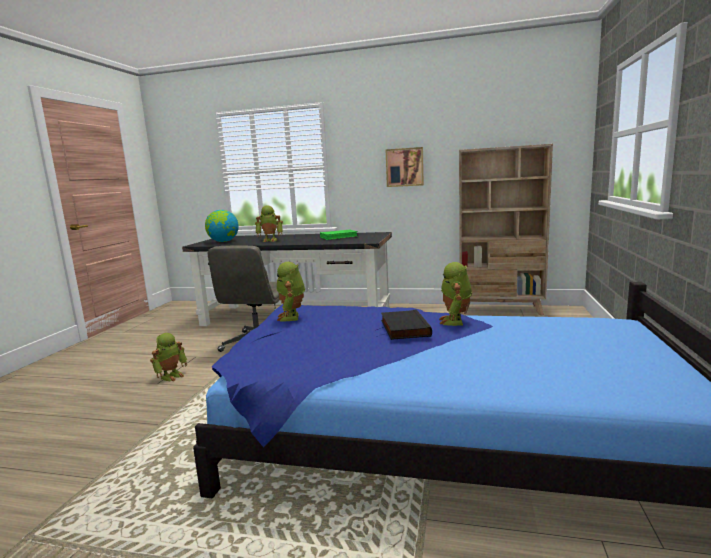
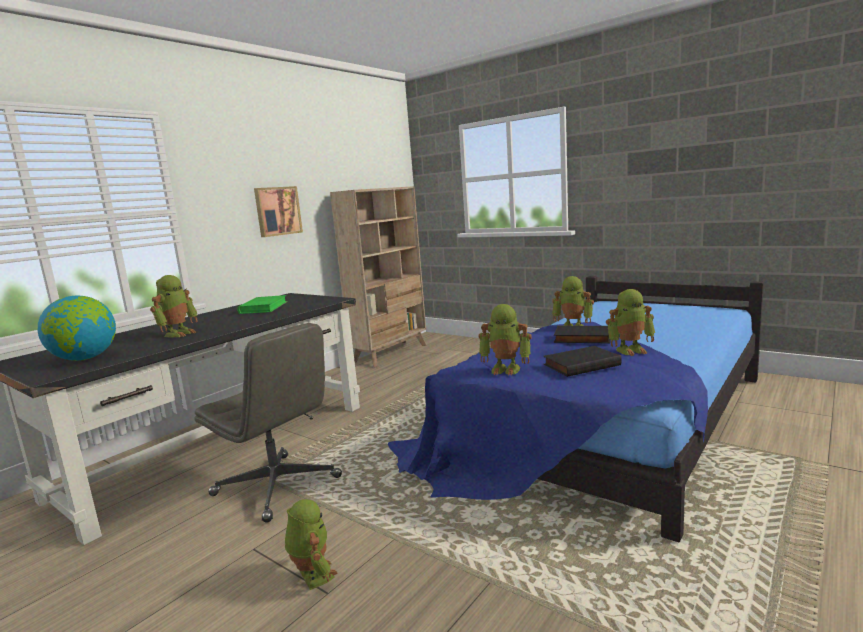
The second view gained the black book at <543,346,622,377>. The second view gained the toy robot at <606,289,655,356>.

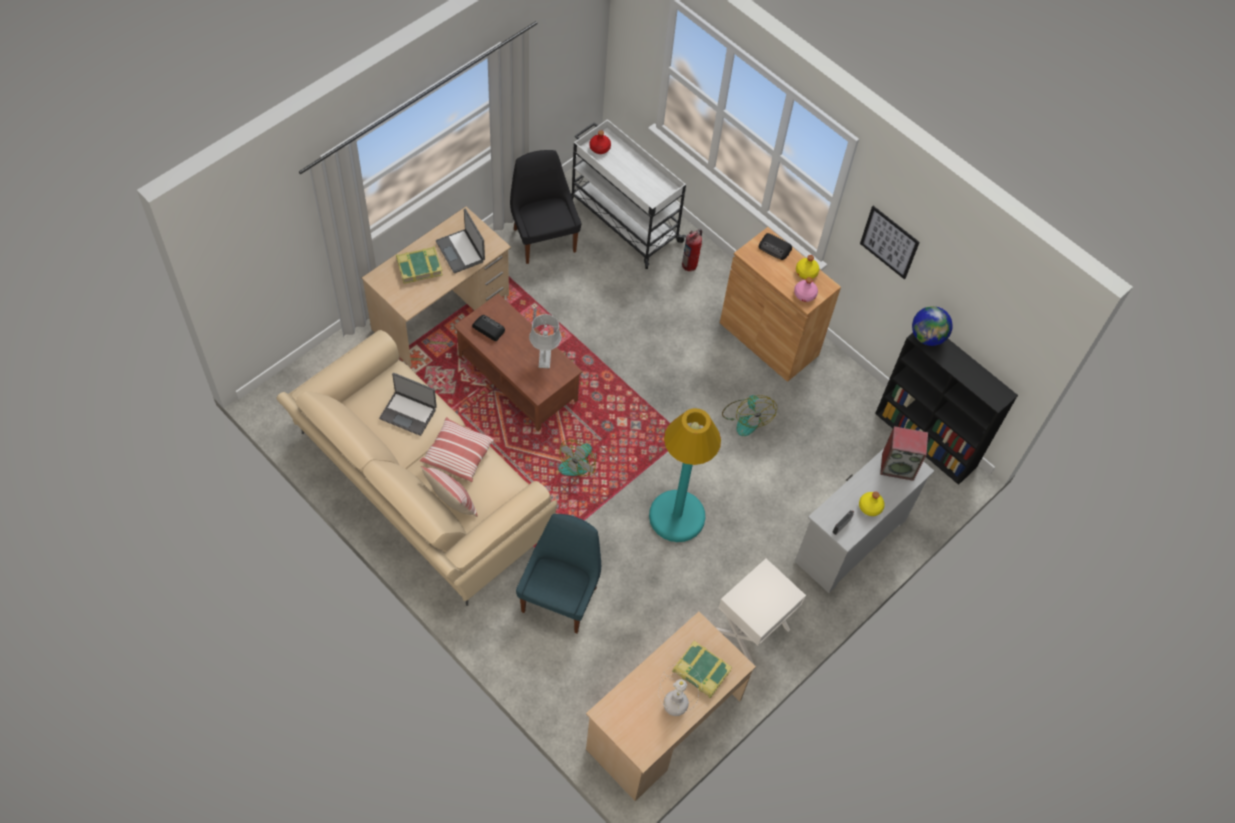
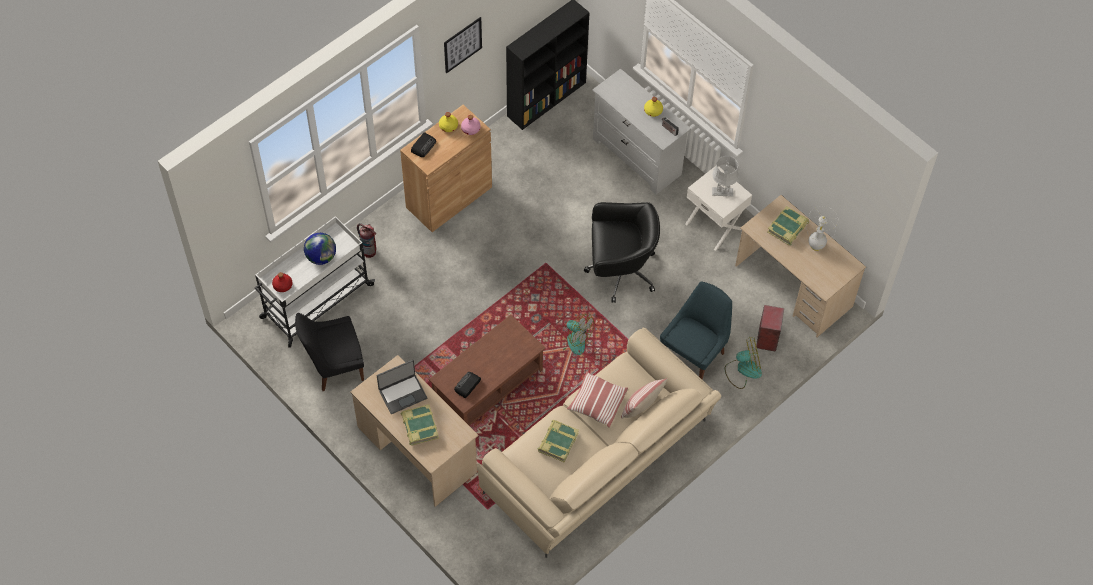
The grey table lamp ended up elsewhere, having gone from <529,314,562,368> to <712,156,739,197>. The fan ended up elsewhere, having gone from <722,395,777,436> to <725,337,762,389>. The speaker ended up elsewhere, having gone from <880,426,928,481> to <756,305,784,352>. The globe ended up elsewhere, having gone from <912,306,953,346> to <304,233,336,265>. Where the laptop stood at <379,373,437,436>, the book came to stand at <538,420,579,462>. Where the turquoise floor lamp stood at <649,408,721,542>, the black office chair came to stand at <584,202,660,303>. The blue chair at <516,514,601,633> ended up facing another way, 105 degrees clockwise from before.

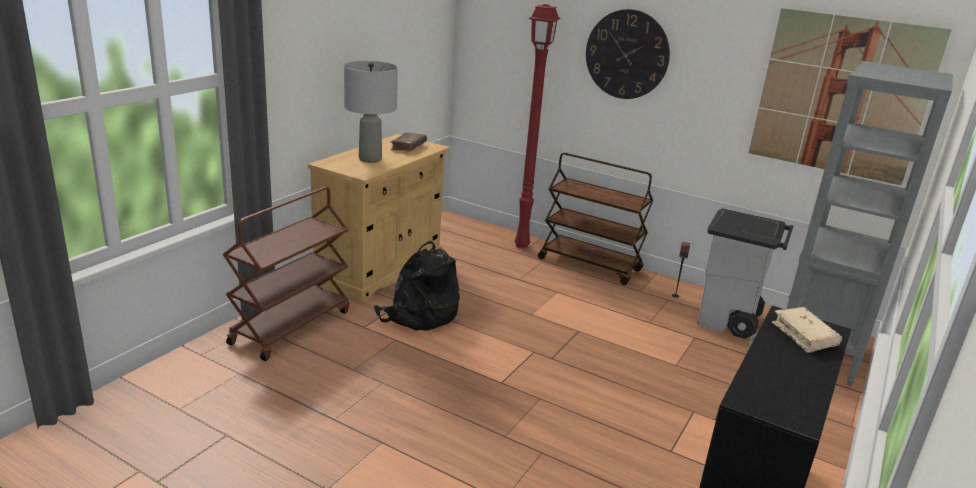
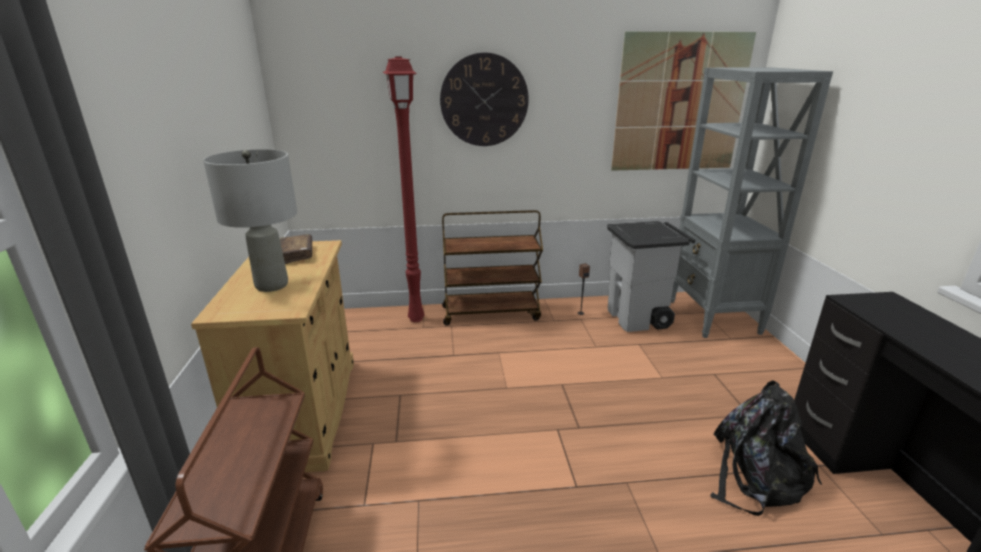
The second view lost the beige book at <772,307,842,353>. The black backpack ended up elsewhere, having gone from <374,241,460,331> to <710,380,822,516>.

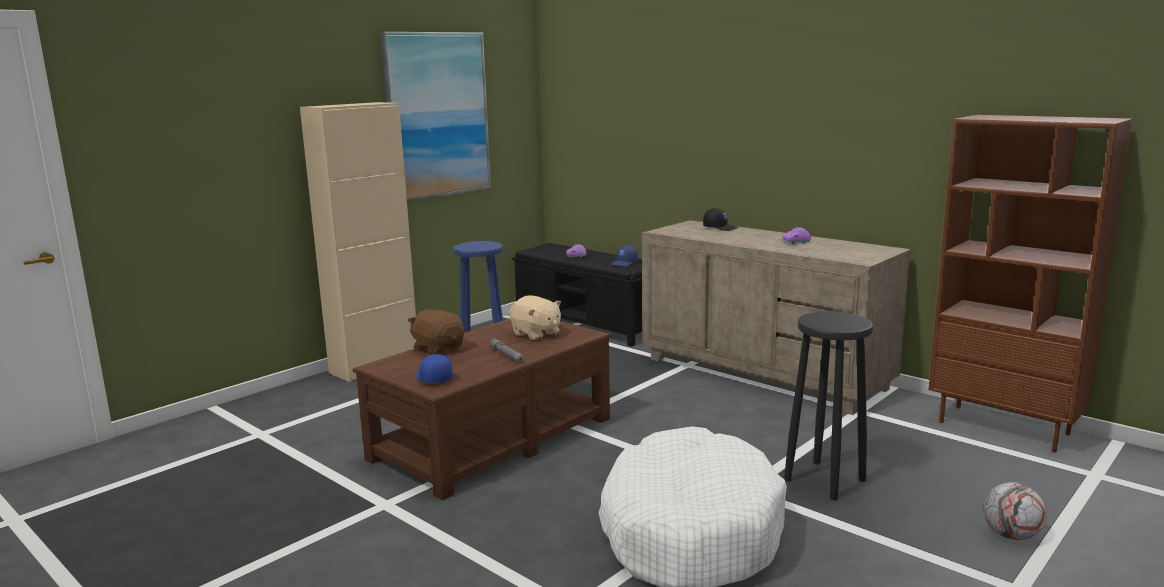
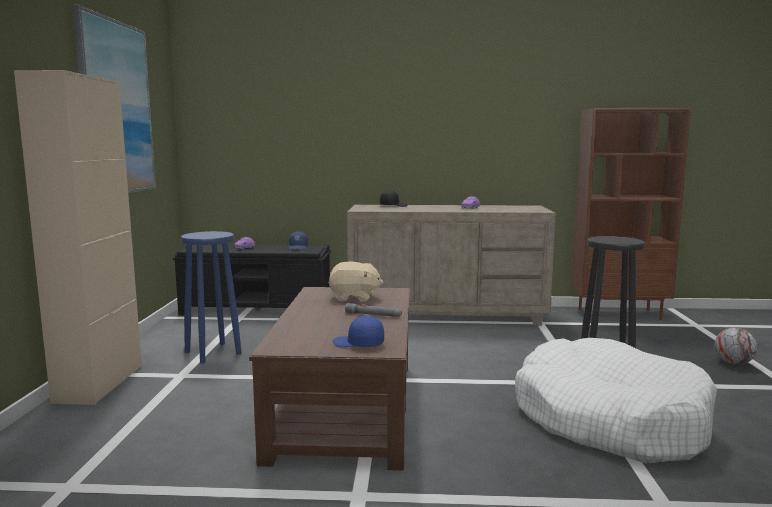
The second view lost the brown plush toy at <408,309,464,355>.

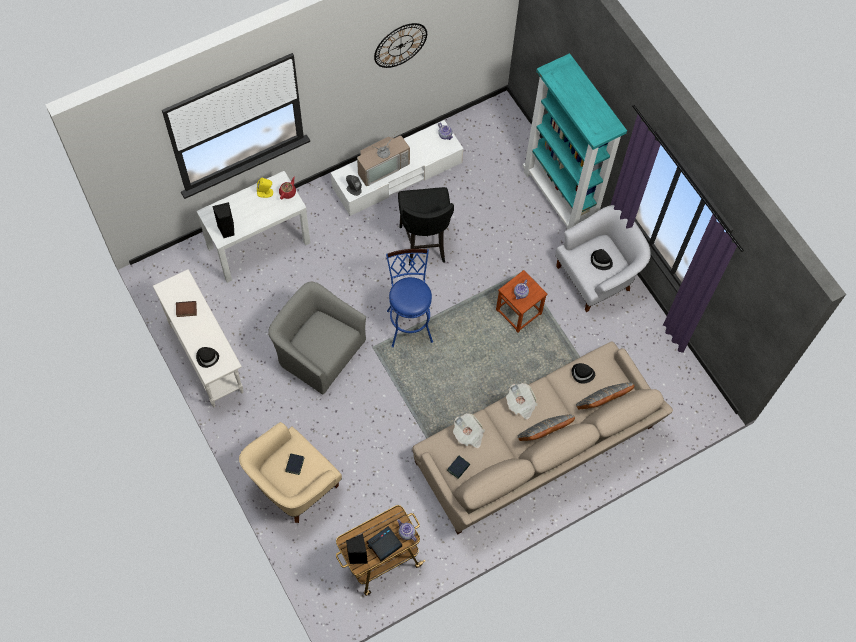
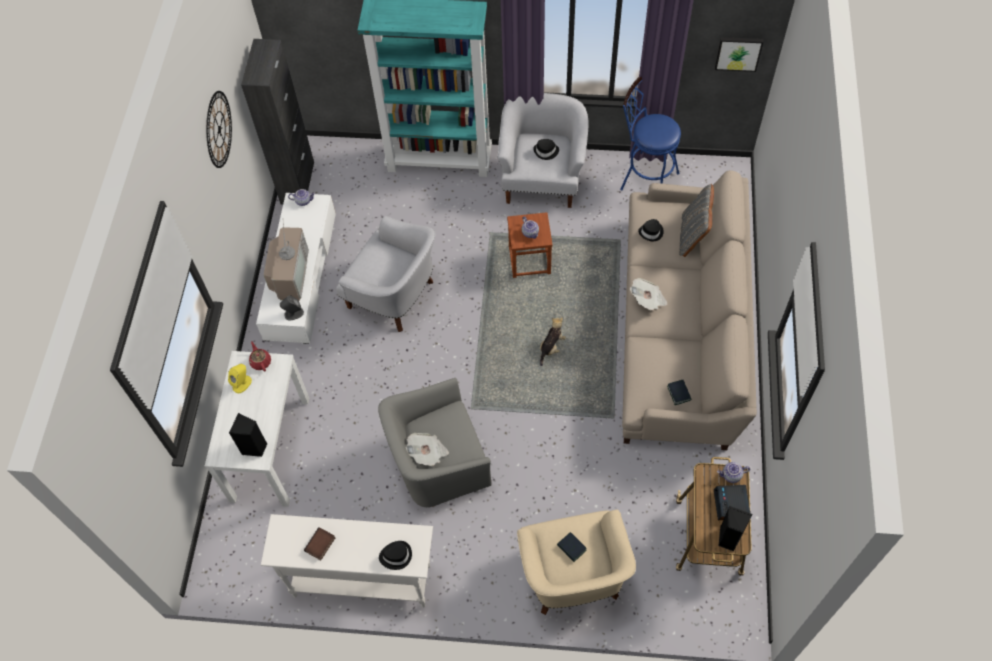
The second view lost the grey pillow at <518,414,575,441>. The second view gained the black cabinet at <241,39,314,205>. The second view gained the plush toy at <540,317,566,366>. The second view gained the picture at <715,37,763,72>. The blue stool ended up elsewhere, having gone from <386,249,433,347> to <620,77,681,190>. The newspaper ended up elsewhere, having gone from <453,413,485,448> to <406,433,449,466>. Where the black stool stood at <398,187,454,266>, the white armchair came to stand at <336,216,436,332>.

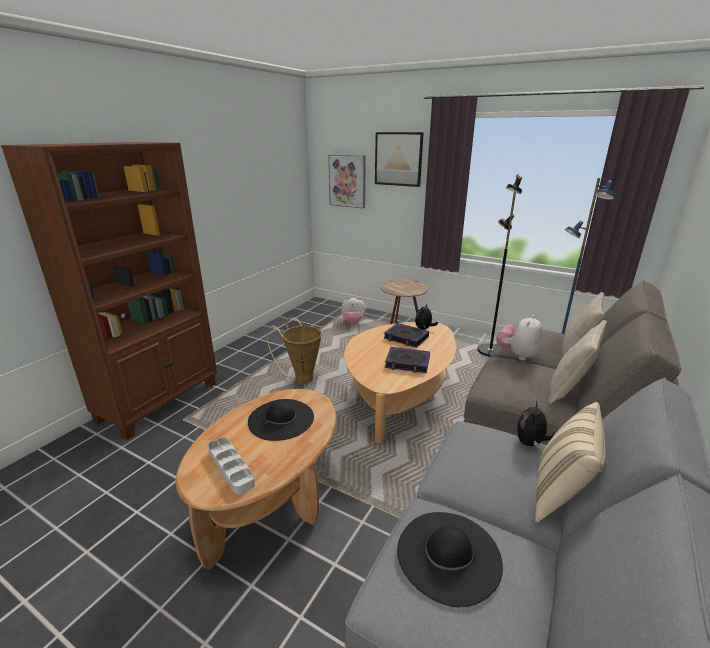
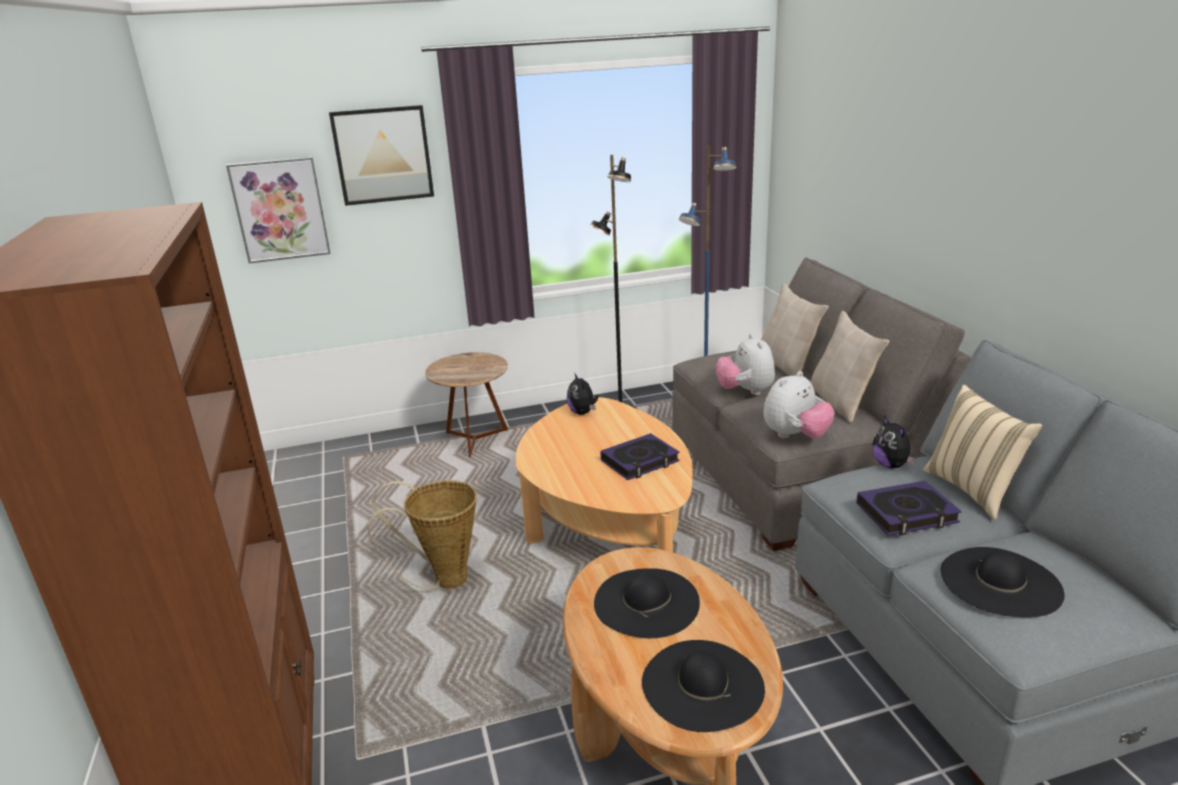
The plush toy ended up elsewhere, having gone from <341,297,366,324> to <763,371,835,438>. The book ended up elsewhere, having gone from <384,323,429,348> to <856,481,962,536>. Where the grey tray stood at <208,437,255,494>, the black hat came to stand at <642,640,765,732>.

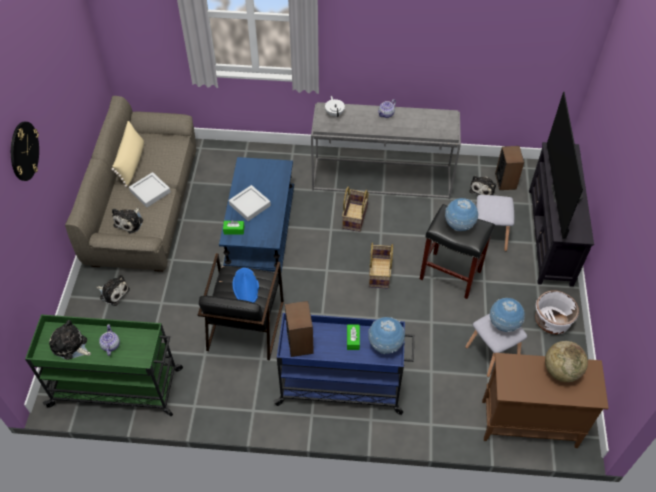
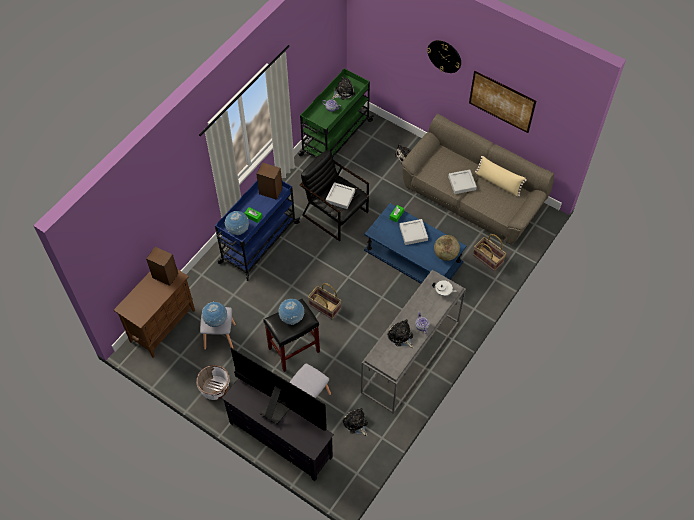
The second view gained the picture at <469,71,536,133>. The plush toy ended up elsewhere, having gone from <112,207,143,233> to <387,319,414,348>. The basket ended up elsewhere, having gone from <342,186,369,232> to <473,234,506,271>. The speaker ended up elsewhere, having gone from <495,146,524,190> to <146,247,178,286>. The globe ended up elsewhere, having gone from <545,341,588,382> to <434,235,460,261>. Where the blue hat stood at <232,268,259,303>, the grey tray came to stand at <326,182,355,209>.

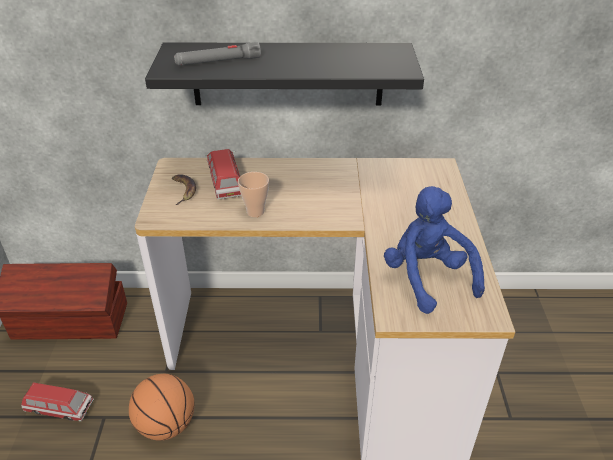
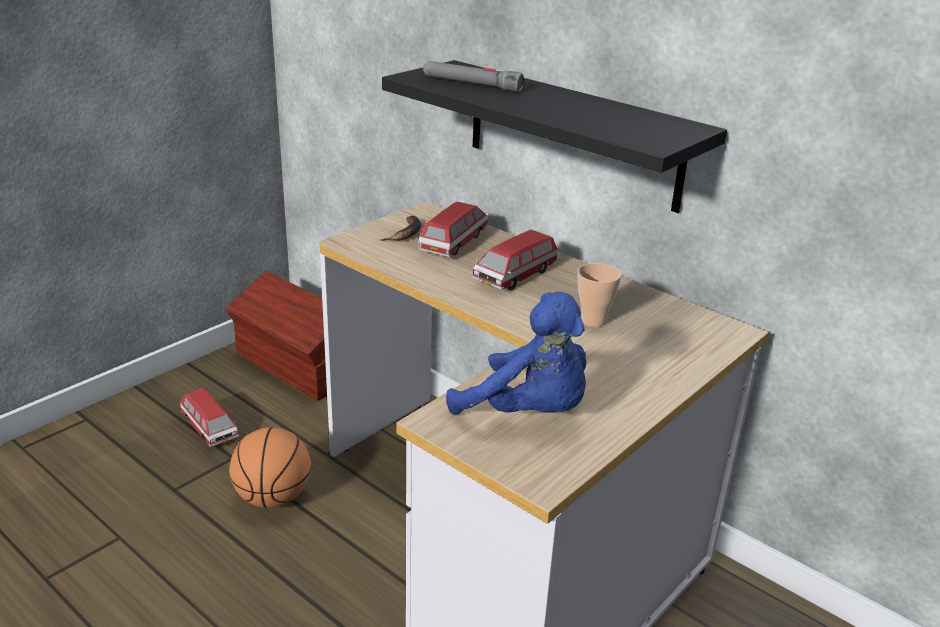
The second view gained the toy car at <471,229,558,290>. The cup ended up elsewhere, having gone from <238,172,269,217> to <577,263,621,327>. The blue plush toy at <384,186,485,314> ended up facing another way, 105 degrees clockwise from before.

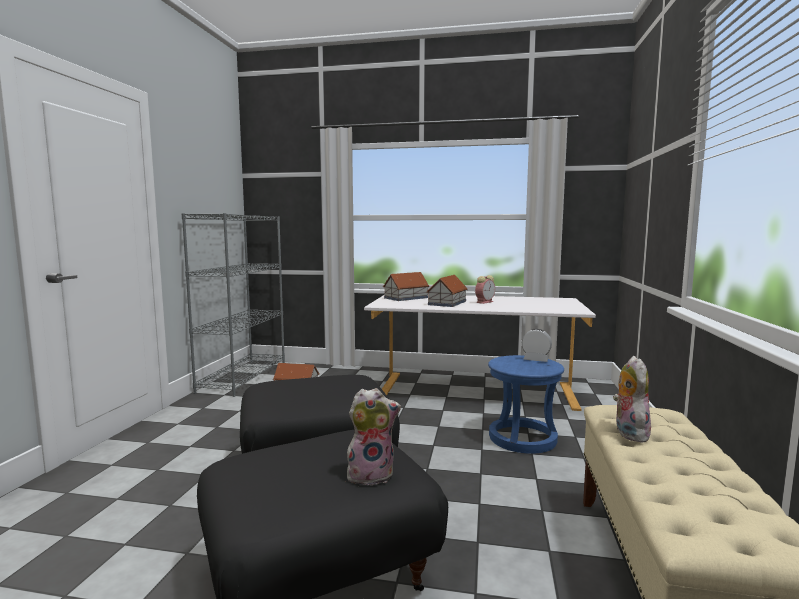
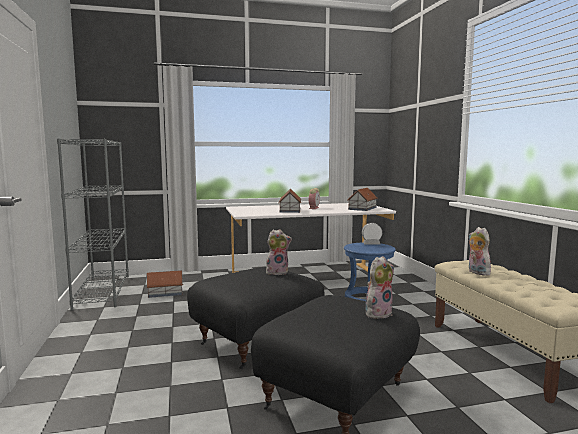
The second view gained the plush toy at <266,229,292,275>. The toy house ended up elsewhere, having gone from <383,272,429,301> to <347,188,377,211>.

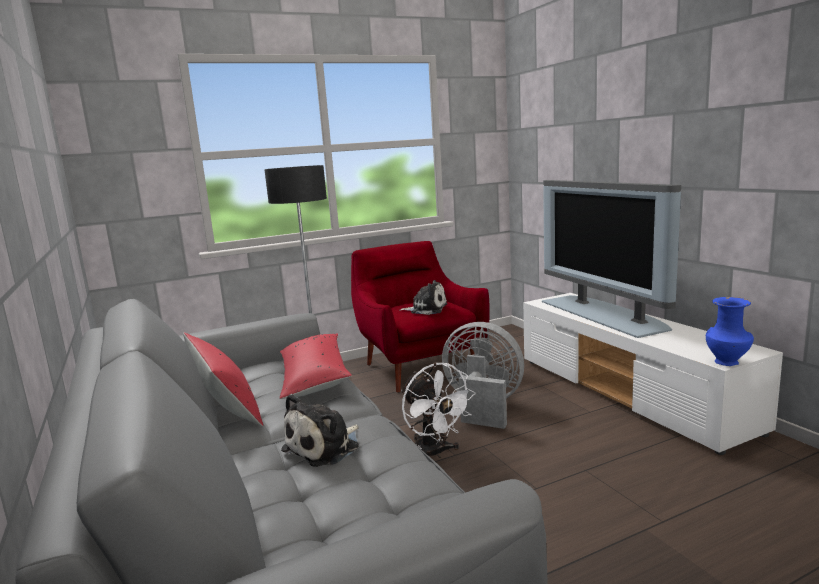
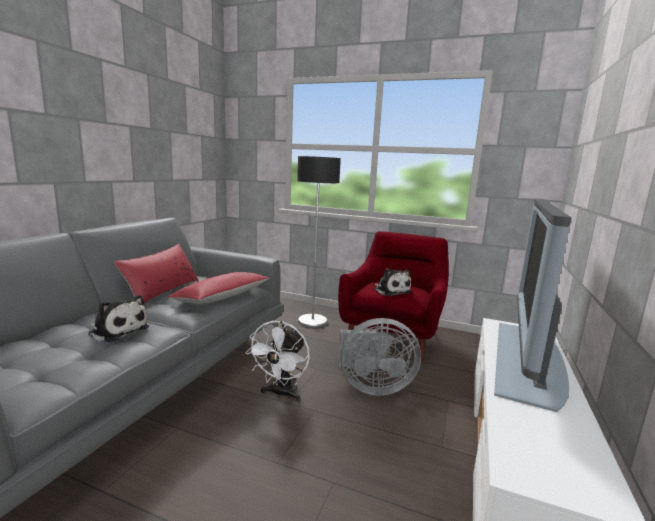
The second view lost the blue vase at <706,297,754,366>. The plush toy at <281,394,359,467> ended up facing another way, 150 degrees counterclockwise from before. The grey fan at <442,322,524,429> ended up facing another way, 105 degrees clockwise from before.

